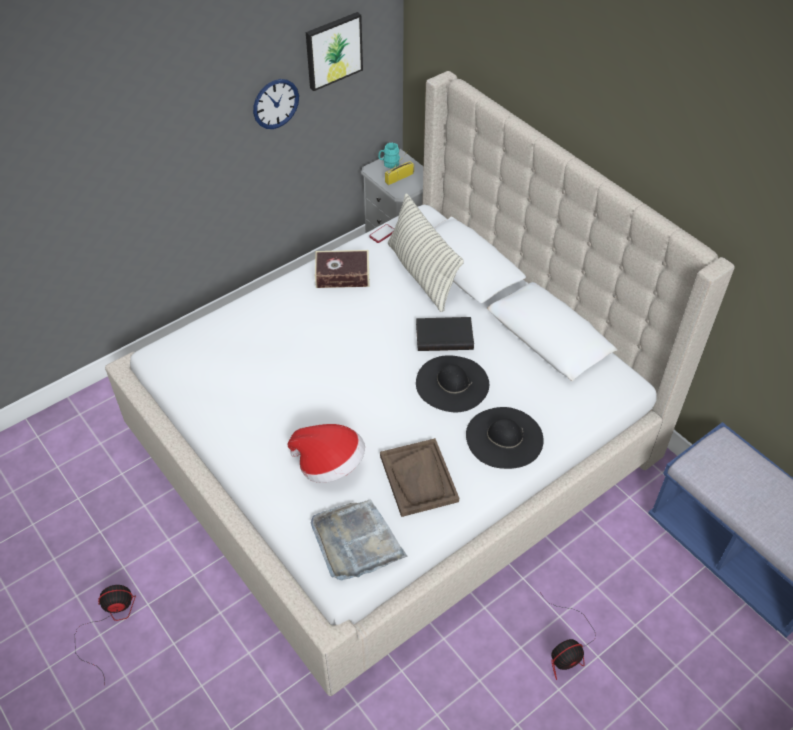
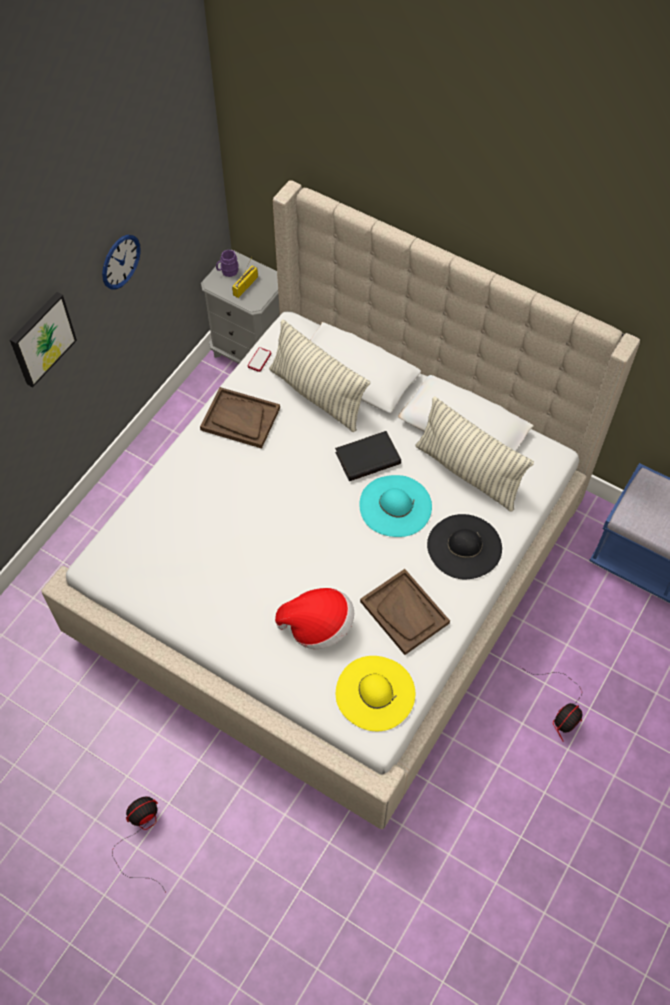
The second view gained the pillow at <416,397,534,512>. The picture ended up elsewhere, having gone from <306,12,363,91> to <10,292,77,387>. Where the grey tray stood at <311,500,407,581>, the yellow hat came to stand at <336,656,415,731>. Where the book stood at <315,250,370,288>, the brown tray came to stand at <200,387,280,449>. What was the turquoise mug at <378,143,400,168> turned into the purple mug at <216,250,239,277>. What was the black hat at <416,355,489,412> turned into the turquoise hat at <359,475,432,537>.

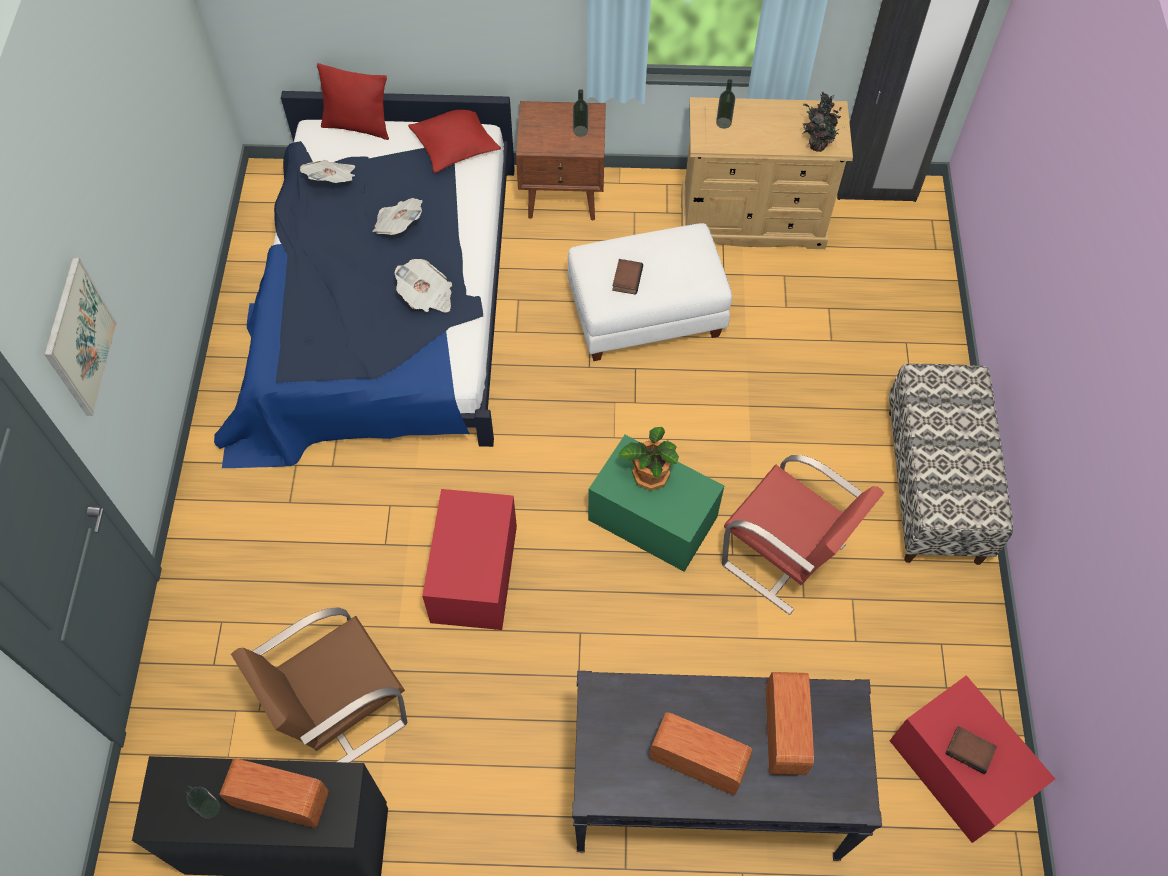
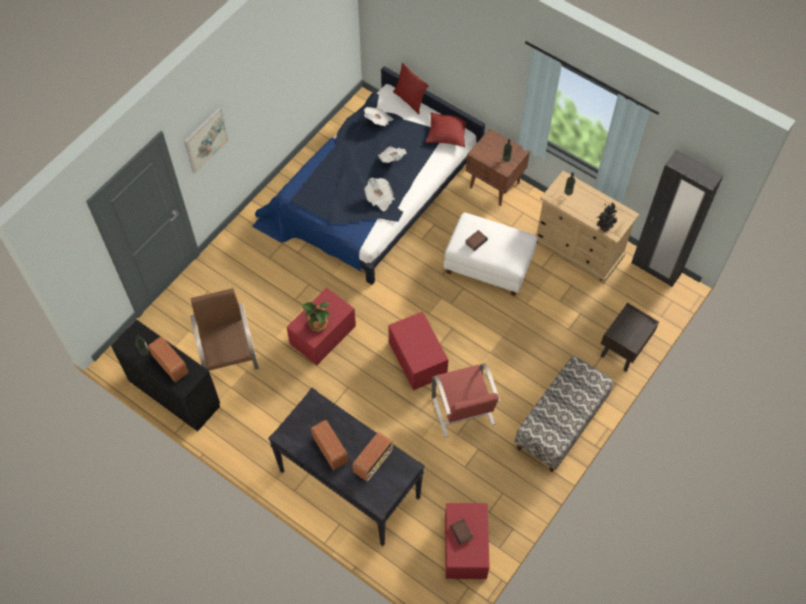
The second view gained the brown nightstand at <601,303,659,372>. The potted plant ended up elsewhere, having gone from <618,427,679,491> to <302,302,330,332>. What was the green storage box at <588,435,724,572> turned into the red storage box at <388,311,448,390>. The brown chair at <231,607,407,763> ended up facing another way, 75 degrees clockwise from before.

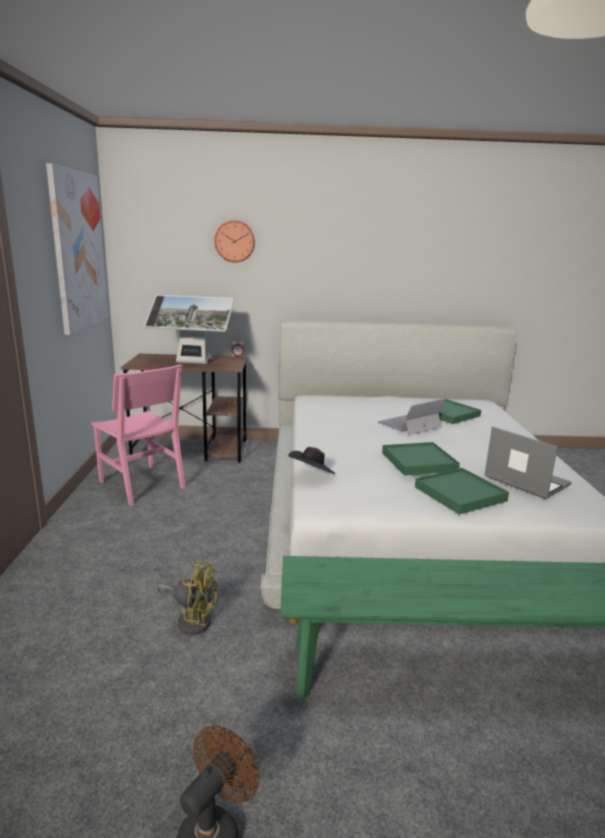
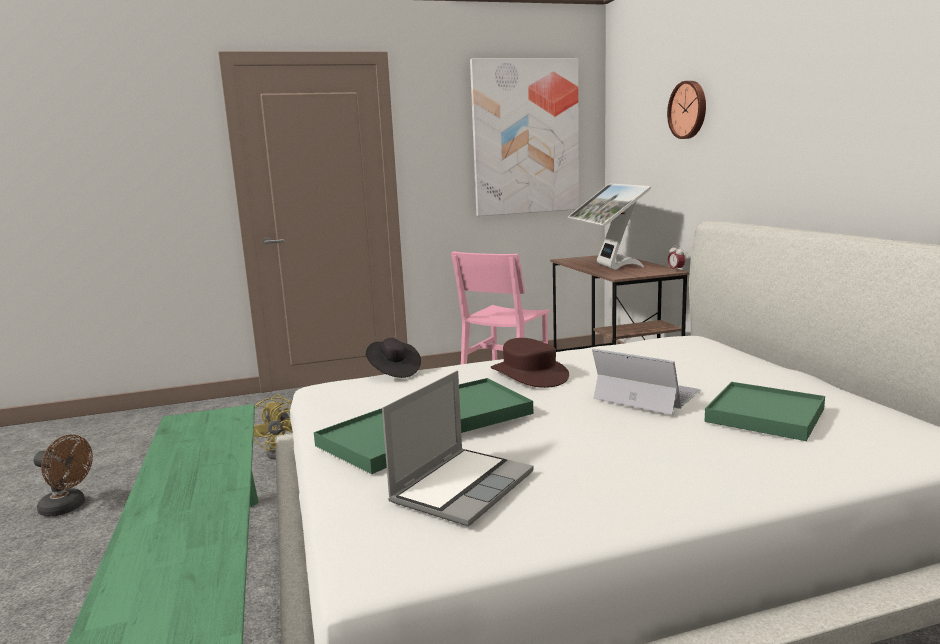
The second view gained the brown hat at <491,338,569,388>.

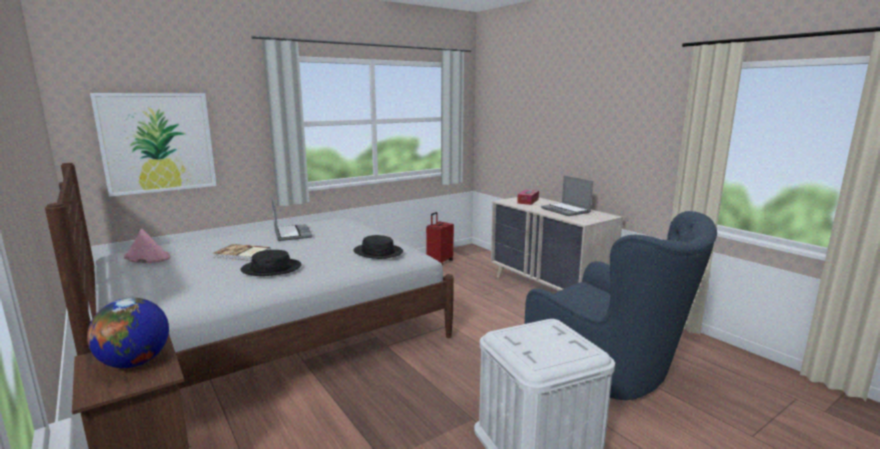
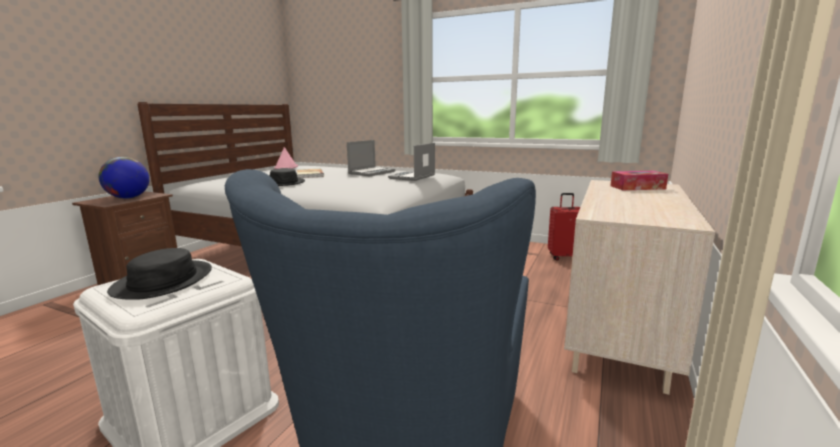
The second view lost the picture at <90,93,217,197>. The black hat ended up elsewhere, having gone from <353,235,403,259> to <107,248,212,300>. The laptop ended up elsewhere, having gone from <541,175,593,216> to <388,143,435,181>.

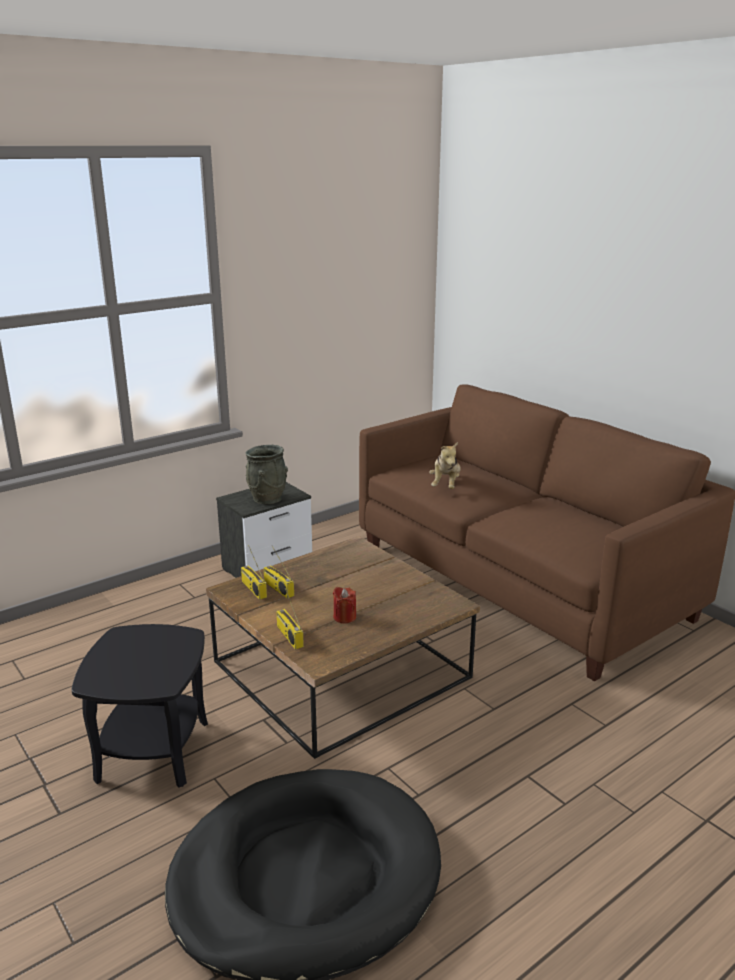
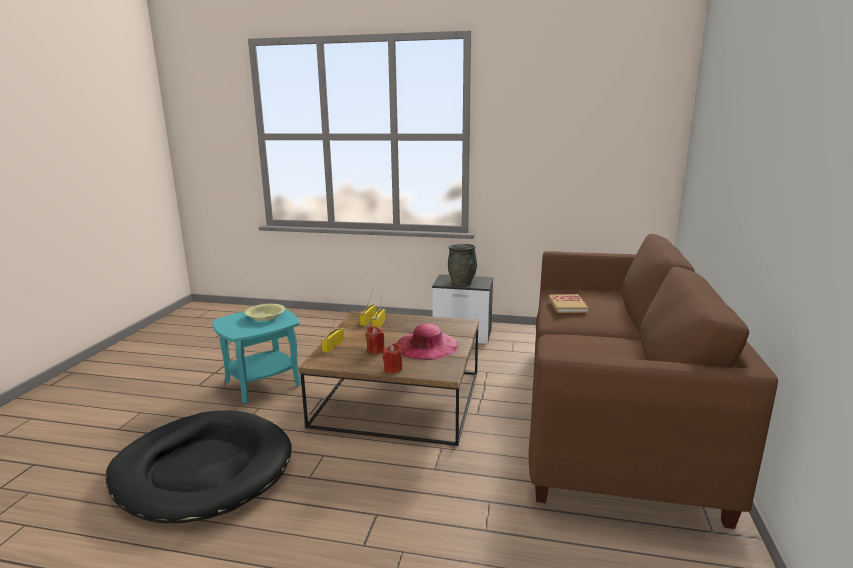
The second view gained the yellow bowl at <245,304,285,321>. The second view gained the red candle at <383,343,402,374>. The second view gained the pink hat at <397,324,458,360>. Where the plush toy stood at <429,442,461,489>, the book came to stand at <549,294,588,313>. What was the black side table at <72,624,208,788> turned into the turquoise side table at <212,309,301,403>.

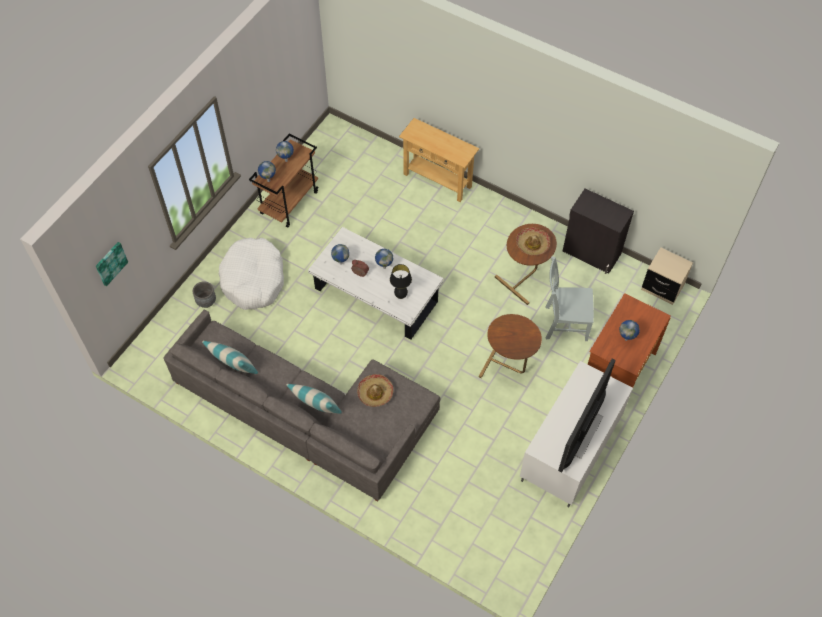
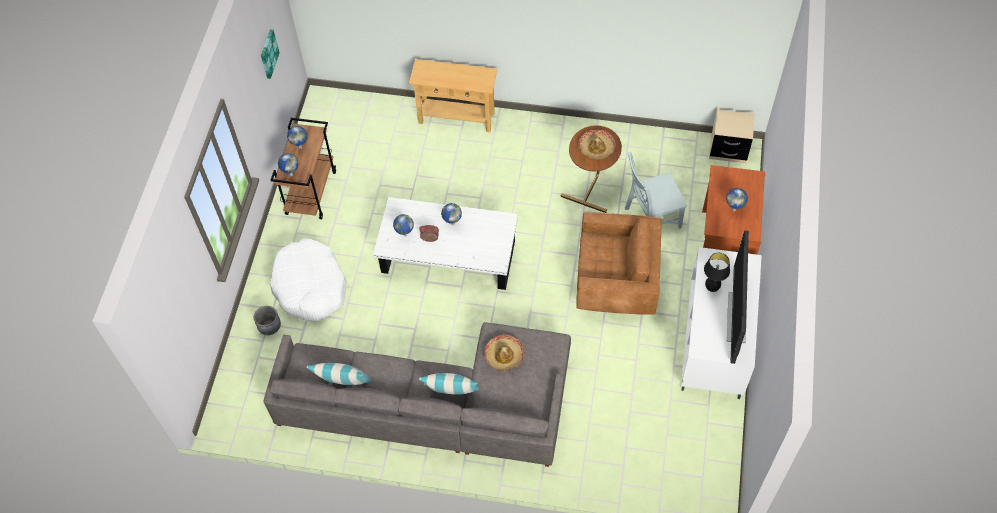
The second view lost the black cabinet at <563,189,634,274>. The picture ended up elsewhere, having gone from <96,242,128,286> to <261,29,280,79>. The black table lamp ended up elsewhere, having gone from <390,264,412,299> to <704,253,730,292>. Where the brown side table stood at <479,314,542,378>, the brown armchair came to stand at <576,212,662,315>.

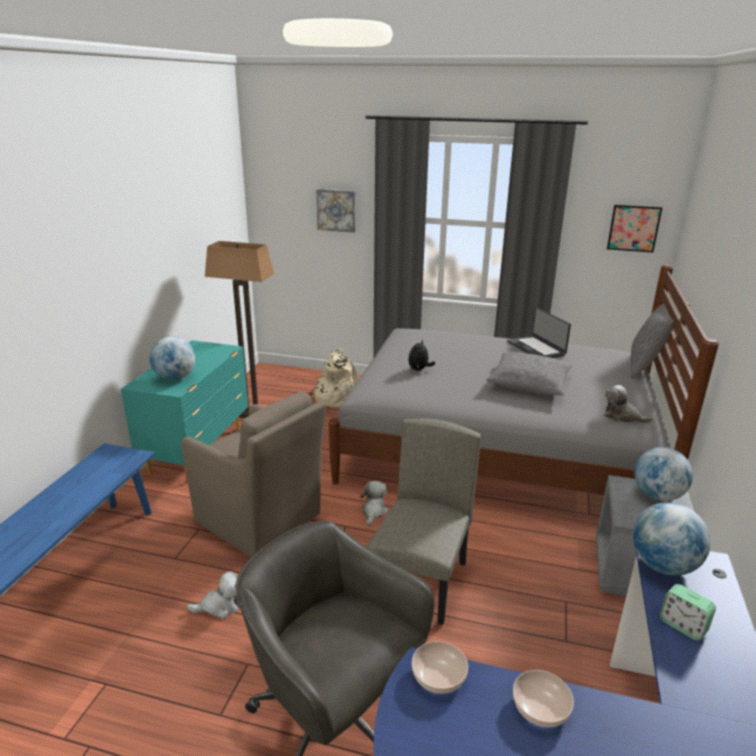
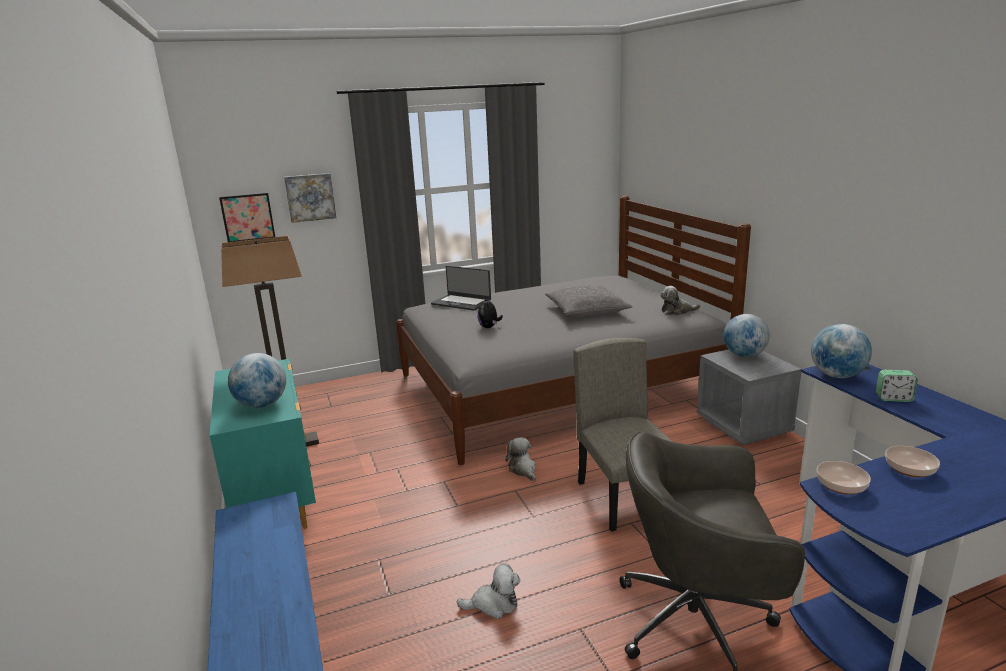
The second view lost the brown armchair at <181,392,326,557>. The second view lost the beige backpack at <312,348,359,408>. The second view lost the grey pillow at <631,304,674,379>. The laptop ended up elsewhere, having gone from <507,307,571,358> to <431,266,491,311>. The picture ended up elsewhere, having gone from <607,205,663,253> to <219,193,275,242>. The plush toy at <187,571,240,619> ended up facing another way, 45 degrees clockwise from before.

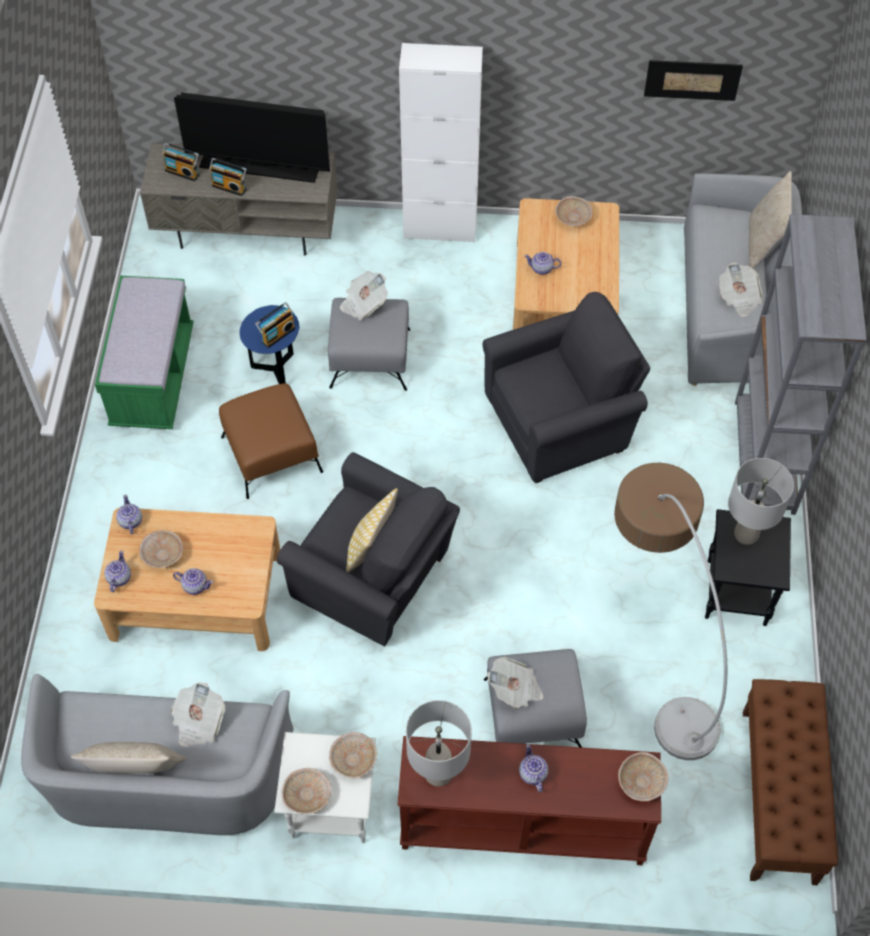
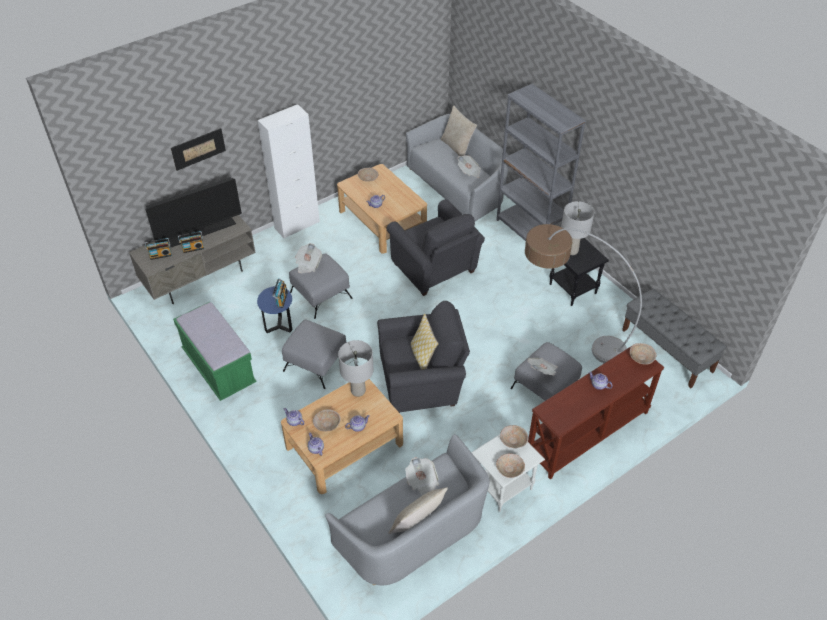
The grey table lamp ended up elsewhere, having gone from <406,700,472,787> to <338,340,374,397>. The picture ended up elsewhere, having gone from <644,60,743,101> to <171,128,226,171>. What was the brown ottoman at <219,383,323,499> turned into the grey ottoman at <282,320,346,389>. What was the brown bench at <743,679,838,885> turned into the grey bench at <622,288,727,389>. The grey armchair at <483,292,650,483> ended up facing another way, 120 degrees clockwise from before.

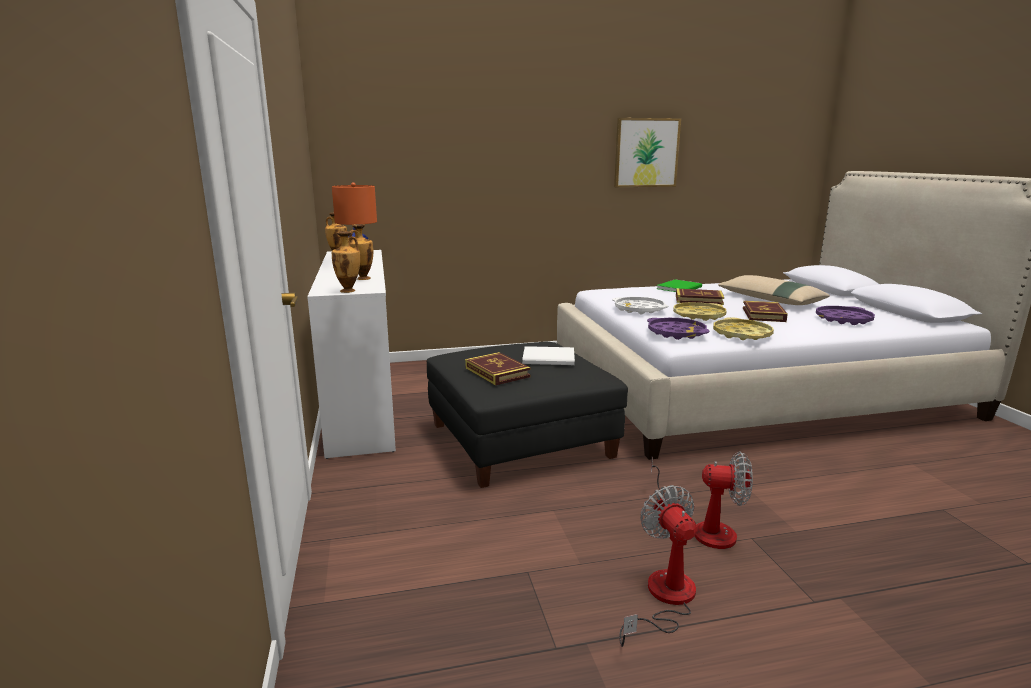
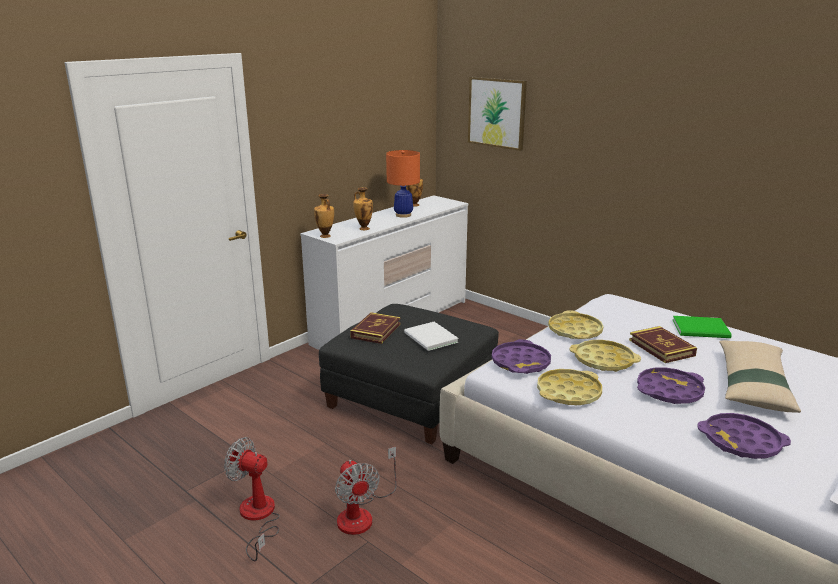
The picture ended up elsewhere, having gone from <614,118,681,187> to <468,77,527,151>. Where the book stood at <743,301,788,322>, the purple tray came to stand at <637,367,705,404>. What was the white tray at <612,297,669,315> turned into the yellow tray at <548,311,604,339>. The fan at <619,485,697,647> ended up facing another way, 105 degrees counterclockwise from before.

